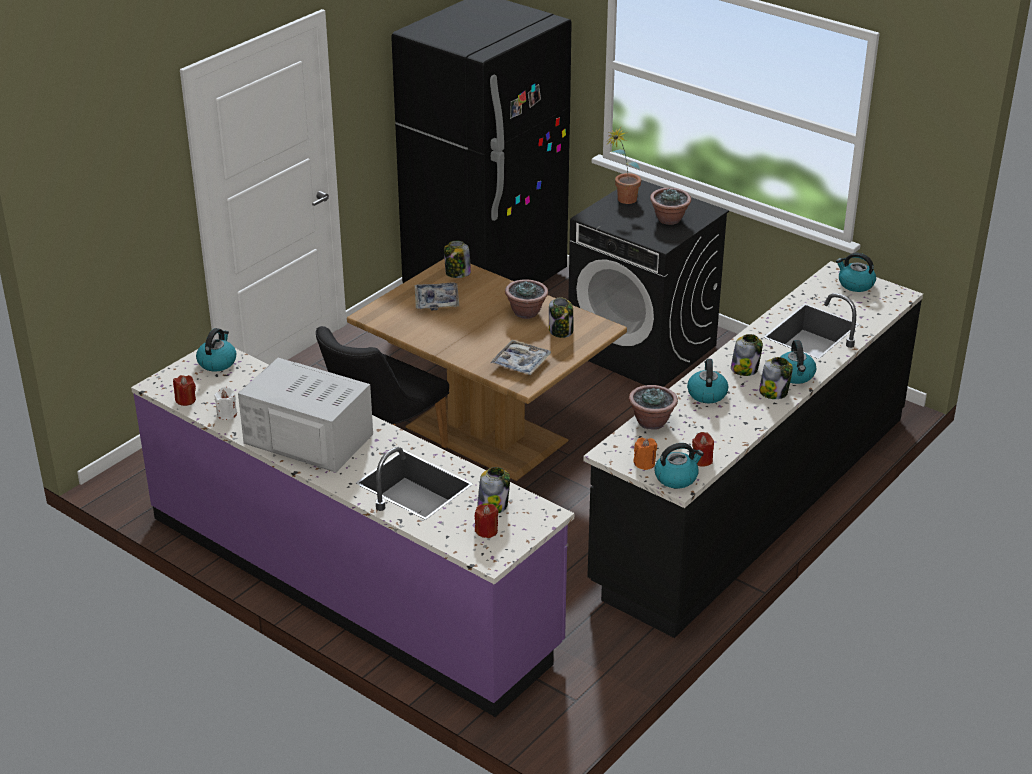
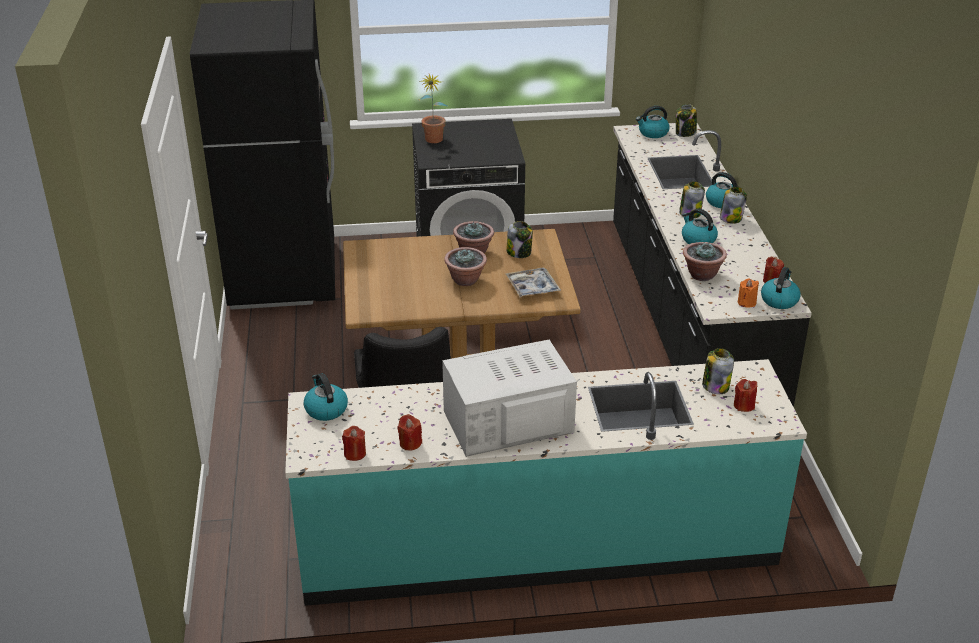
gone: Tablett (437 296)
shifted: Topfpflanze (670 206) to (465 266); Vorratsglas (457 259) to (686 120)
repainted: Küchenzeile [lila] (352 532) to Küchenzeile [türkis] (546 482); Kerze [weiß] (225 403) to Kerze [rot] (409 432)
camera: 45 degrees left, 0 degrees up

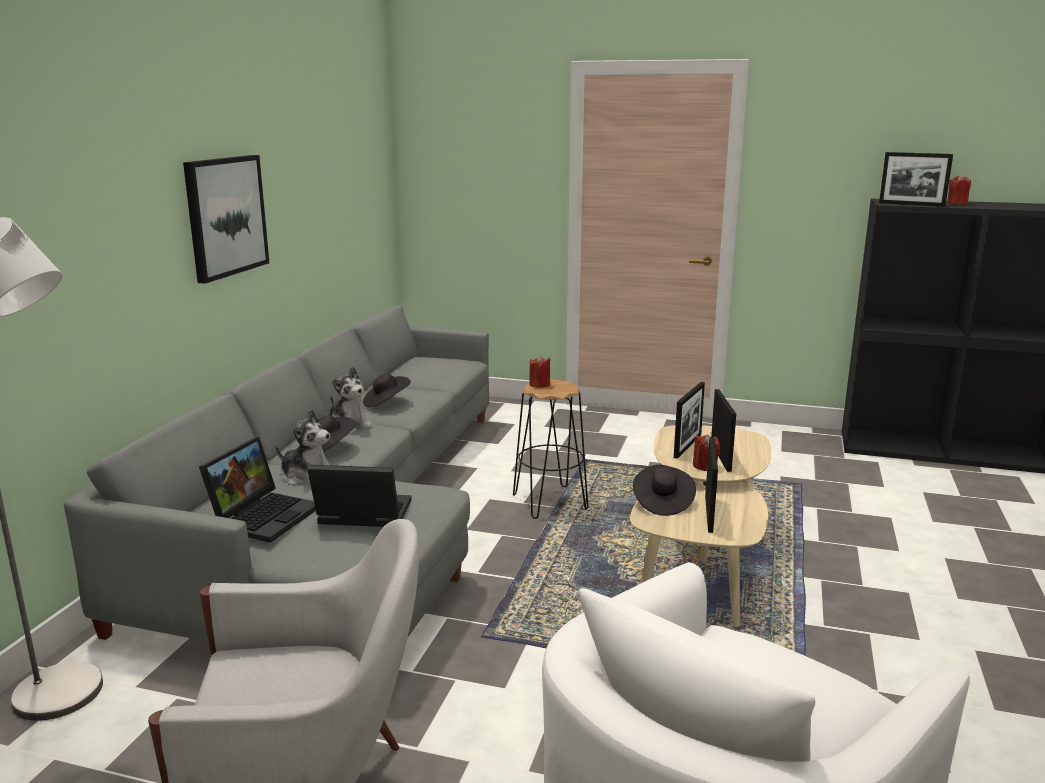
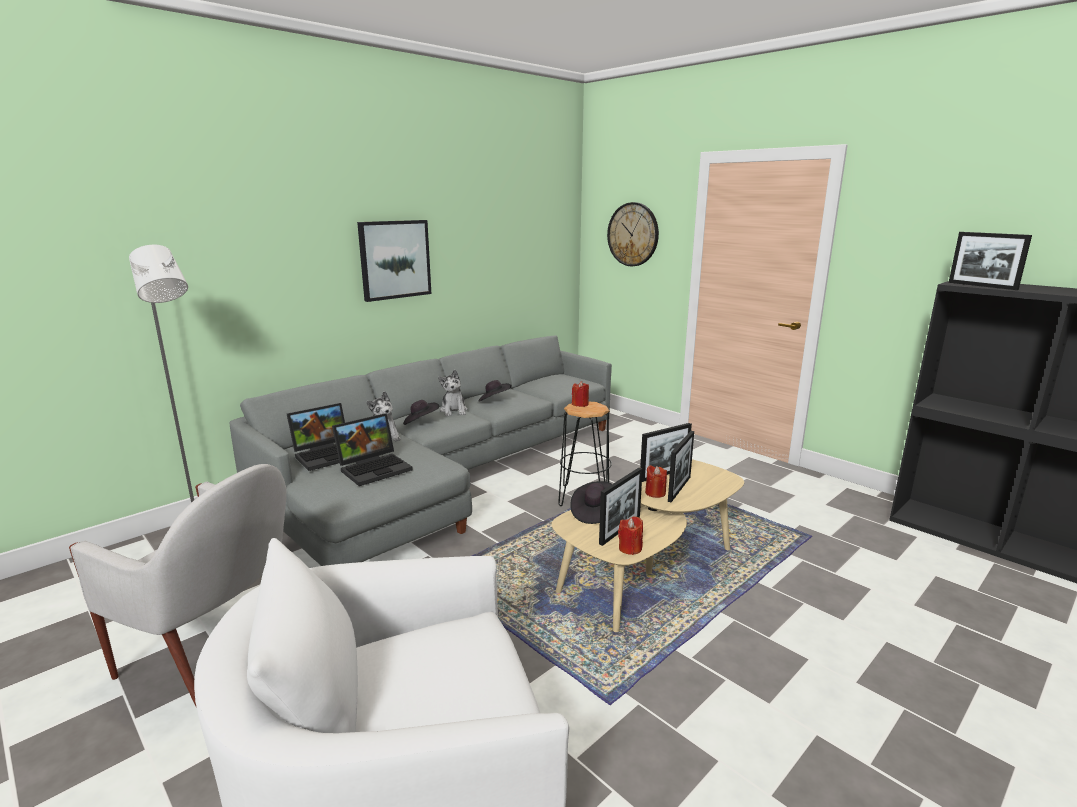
new: Wanduhr (633 234)
shifted: Kerze [rot] (959 189) to (630 535)
rotated: Laptop (359 496) = (372 449) 105 degrees clockwise
camera: 30 degrees right, 0 degrees up

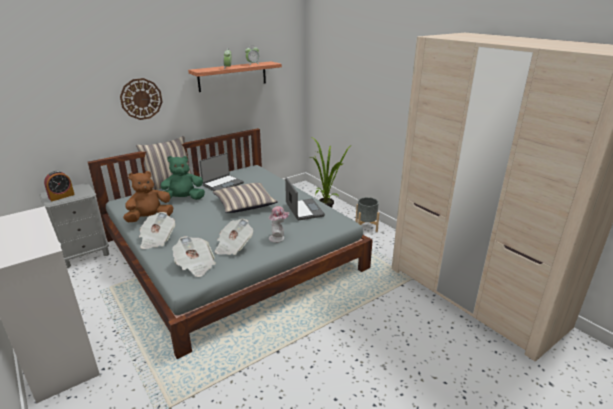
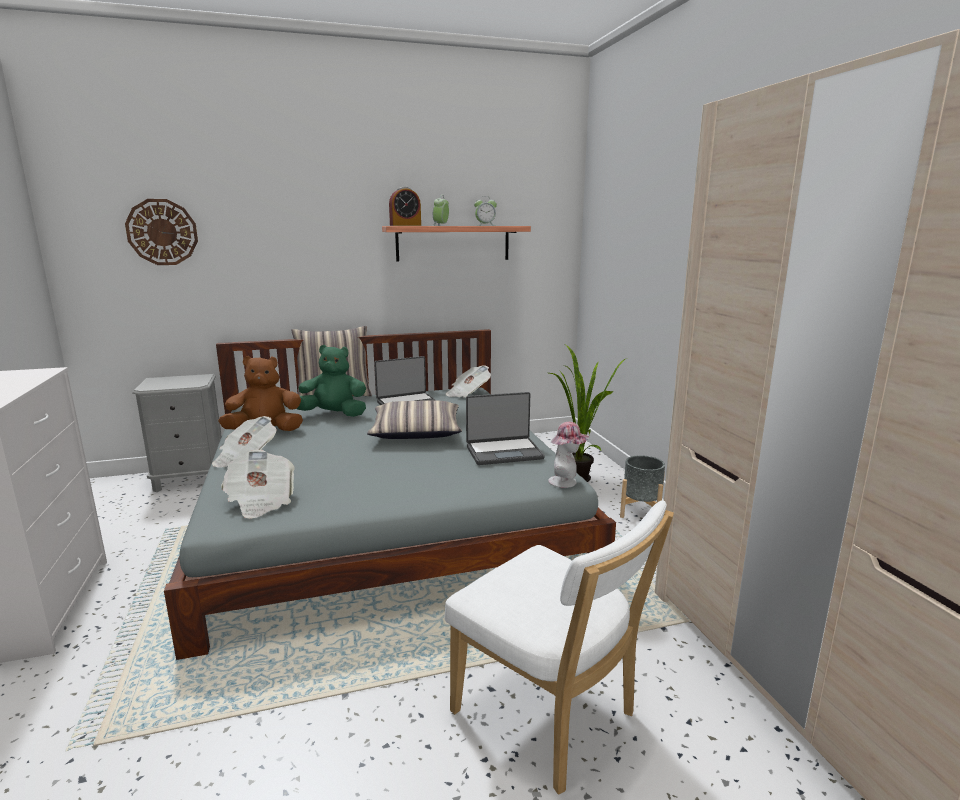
new: Stuhl [weiß] (559 647)
shifted: Wanduhr (141 99) to (161 232); Wecker (59 186) to (405 206); Zeitung (234 237) to (468 381); Hut (279 224) to (568 455)
rotated: Laptop (305 199) = (505 428) 75 degrees clockwise
camera: 20 degrees right, 10 degrees down

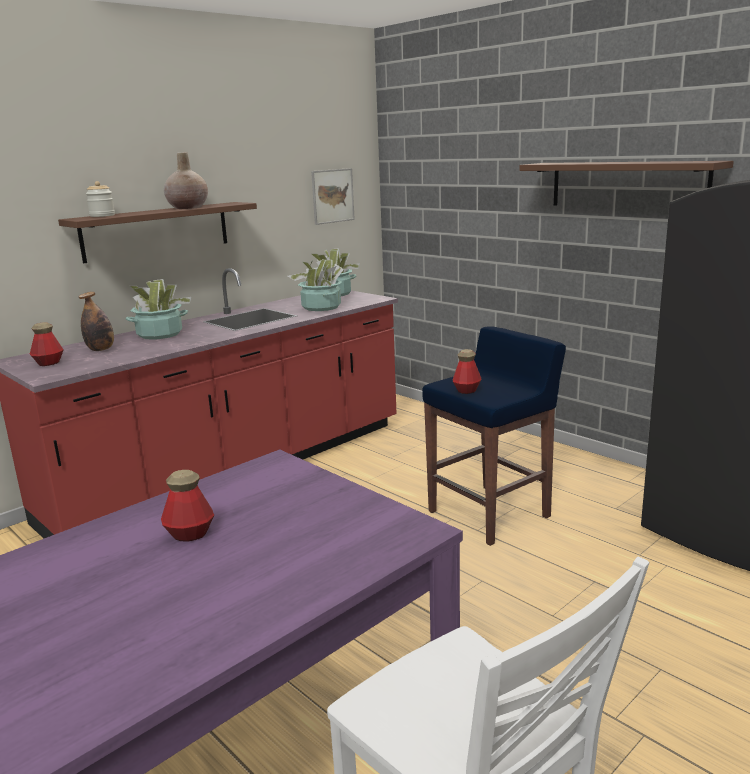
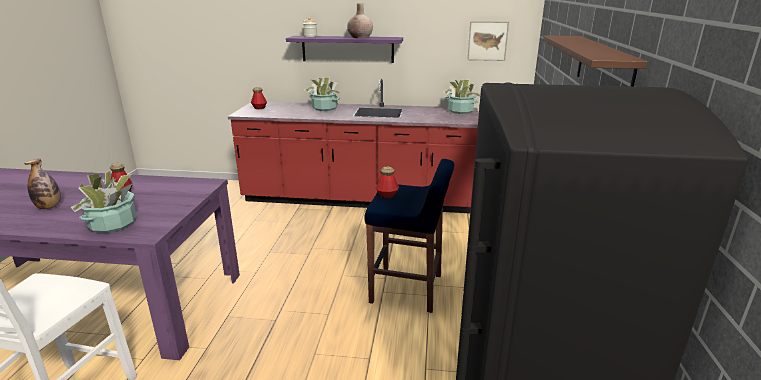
shifted: Flasche (96 321) to (42 184); Topfpflanze (315 285) to (103 201)
repainted: Wandregal [braun] (157 233) to Wandregal [lila] (344 49)
camera: 50 degrees right, 5 degrees up

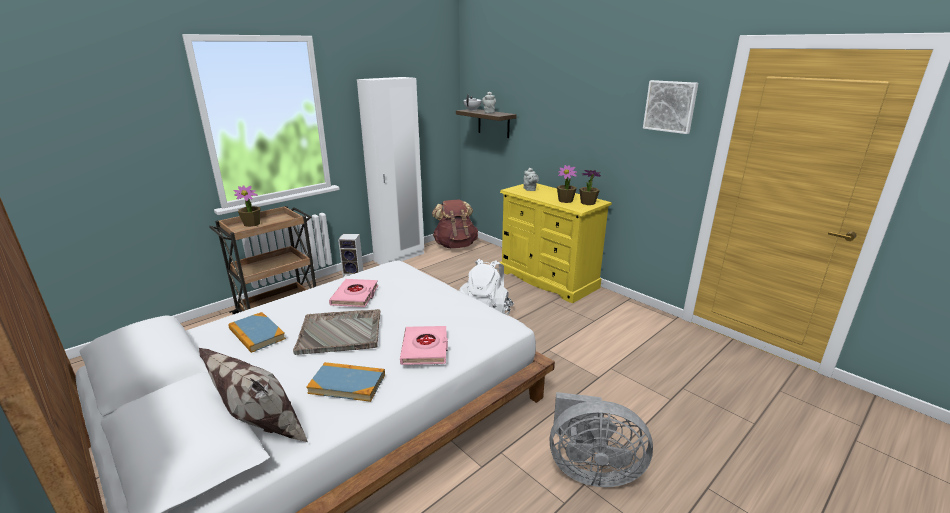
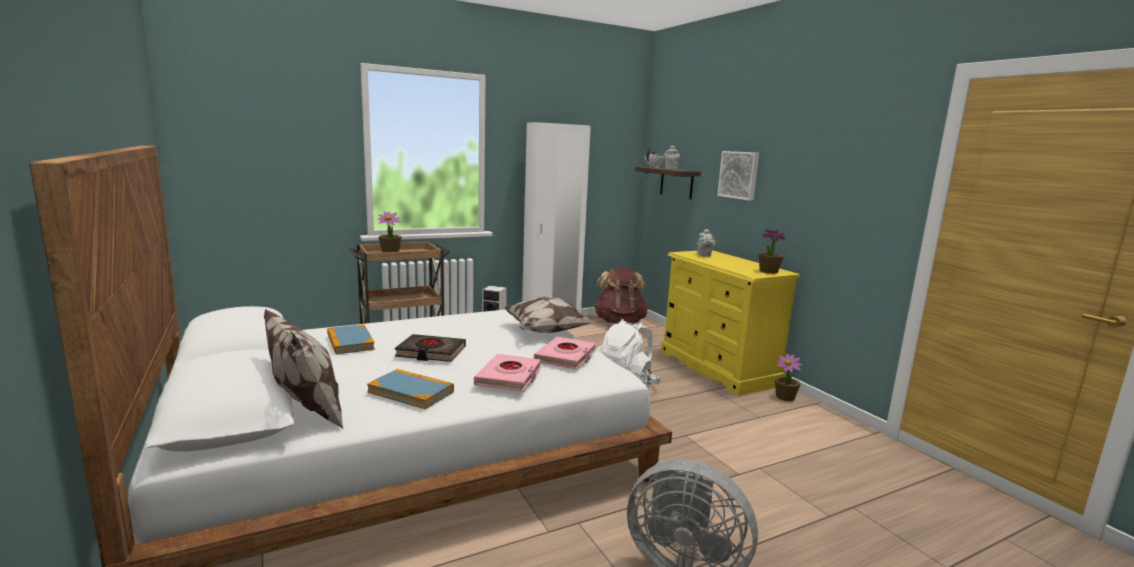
new: Kissen (548 314)
shifted: Buch [rosa] (354 293) to (565 353); Bild (670 107) to (738 176); Topfpflanze (567 184) to (788 377)
swapped: Tablett [grau] (337 332) to Buch [schwarz] (430 348)
camera: 15 degrees right, 10 degrees down

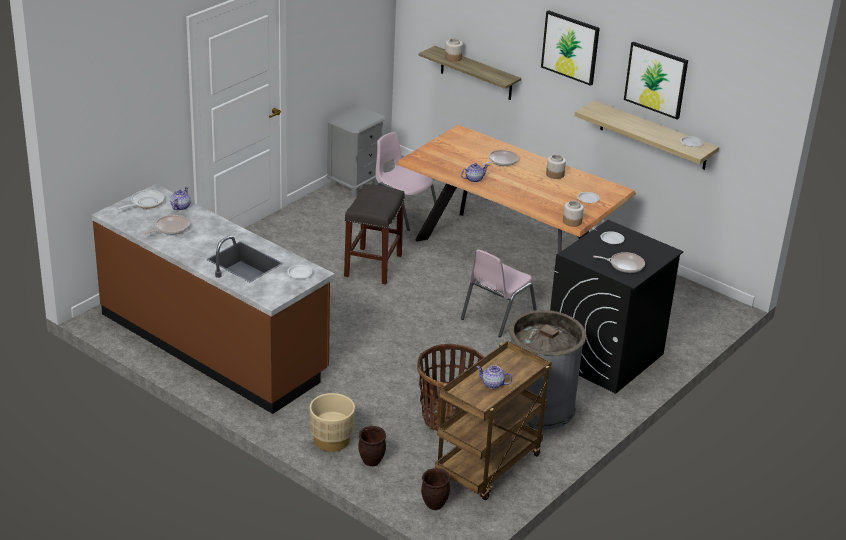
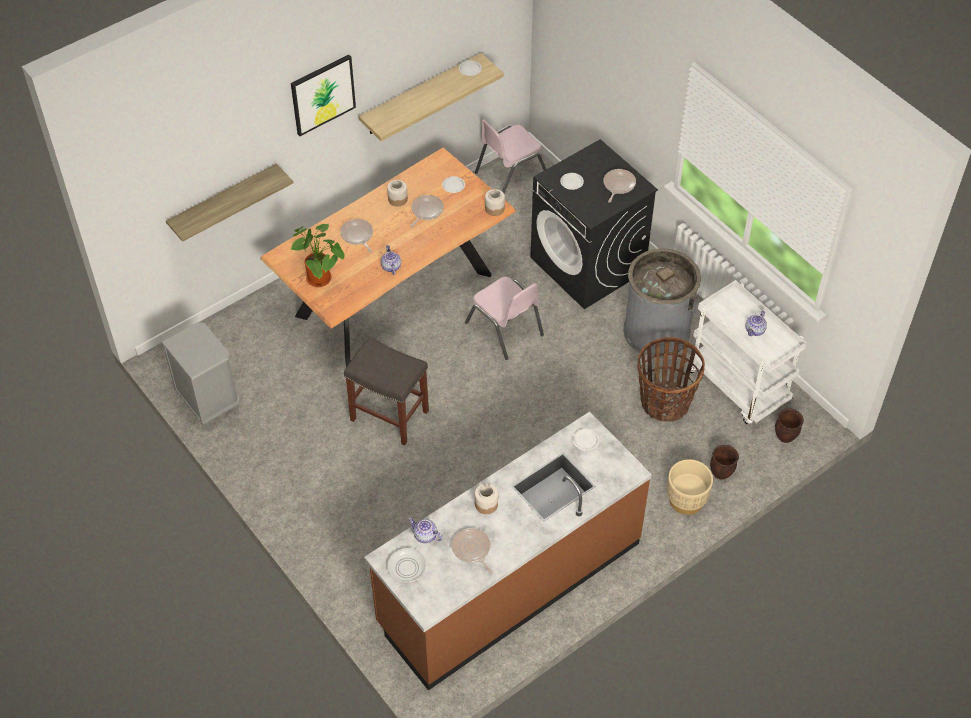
gone: Bild (656 80)
new: Topfpflanze (317 255); Pfanne (427 211)
shifted: Stuhl [rosa] (406 181) to (510 156); Vorratsglas (454 50) to (486 498)
repainted: Rollwagen [braun] (493 420) to Rollwagen [weiß] (748 352)
camera: 75 degrees left, 20 degrees up

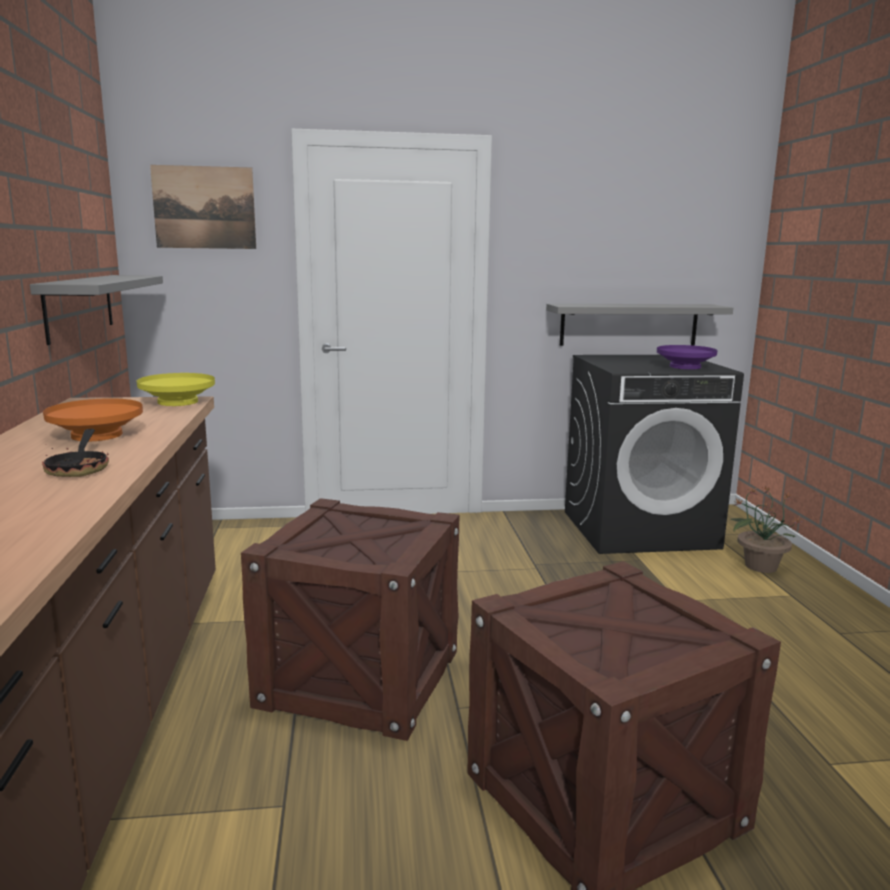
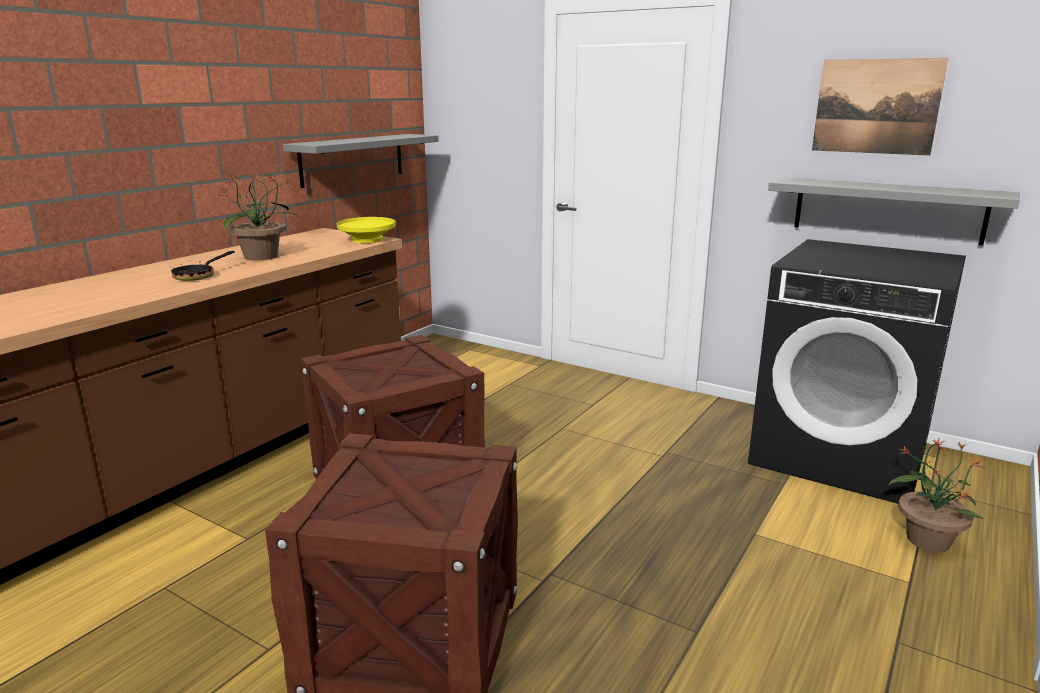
gone: Schüssel [lila] (687 357)
shifted: Bild (203 207) to (880 107)
swapped: Schüssel [orange] (93 420) to Topfpflanze (256 217)
camera: 40 degrees right, 5 degrees up

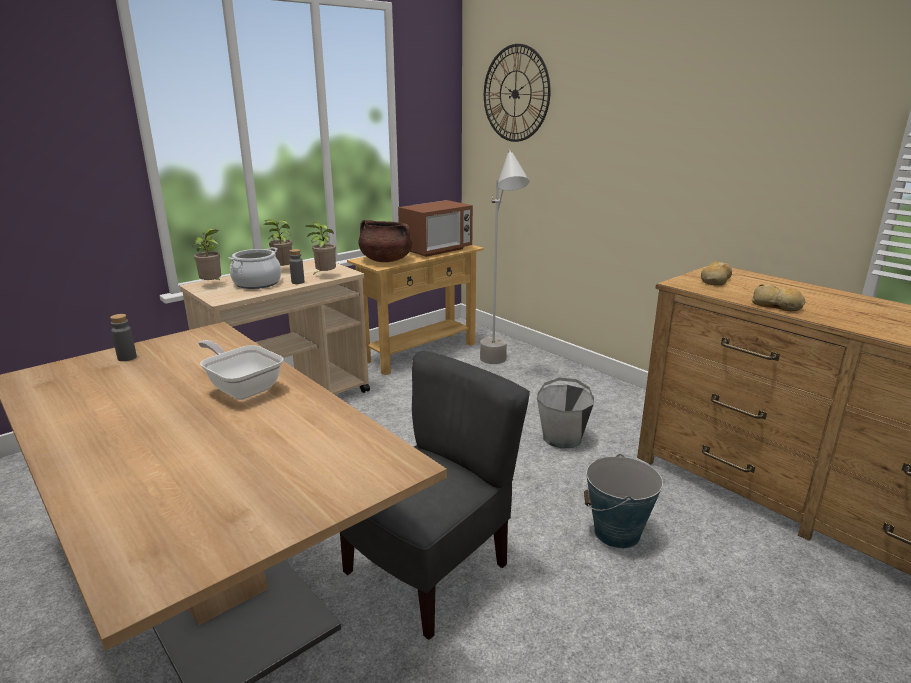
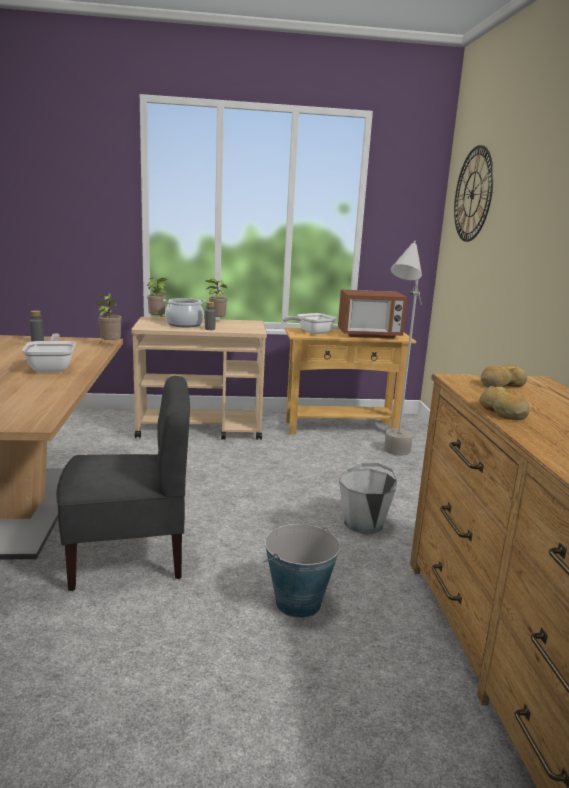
shifted: Topfpflanze (321 249) to (109 318)
swapped: Kochtopf [braun] (385 241) to Pfanne (310 323)
camera: 35 degrees right, 5 degrees down

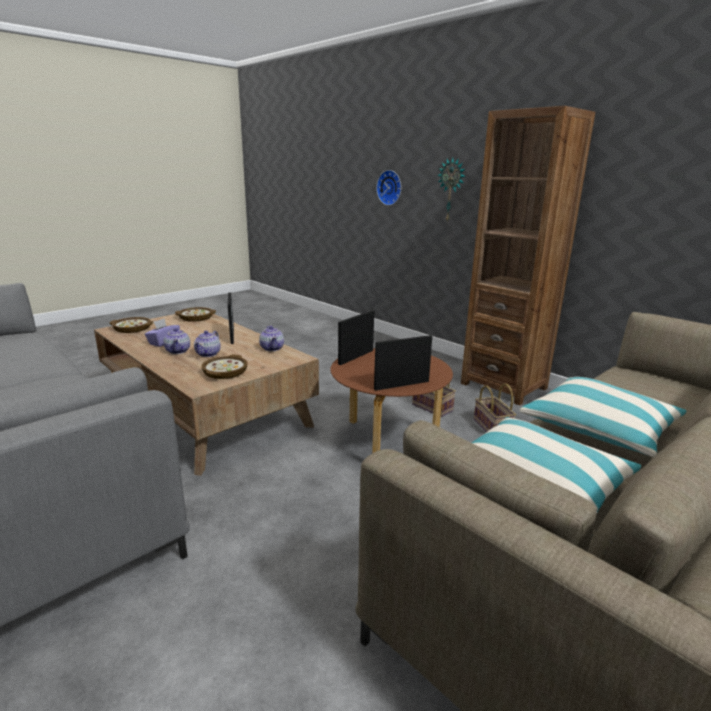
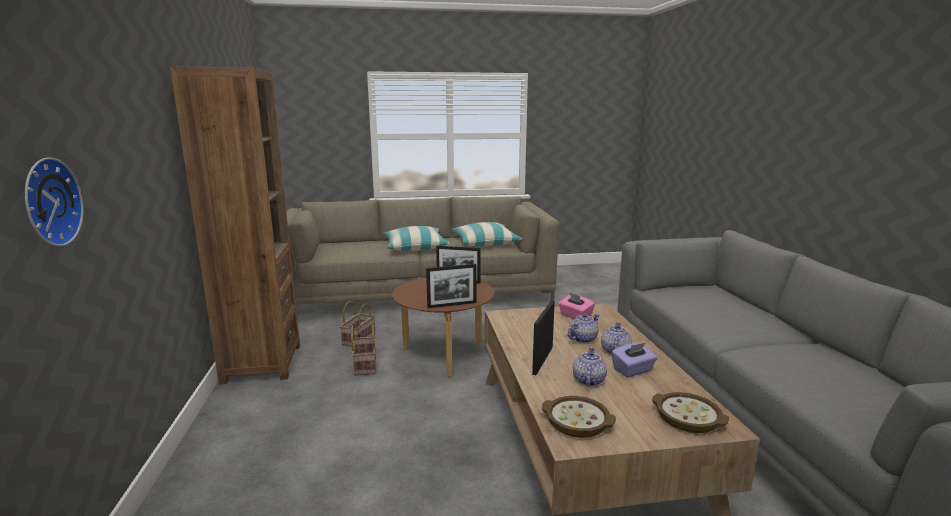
gone: Wanduhr (451 190)
shifted: Teekanne (271 338) to (590 366)
swapped: Schüssel (224 367) to Taschentuchbox [rosa] (576 306)
camera: 145 degrees left, 5 degrees down

